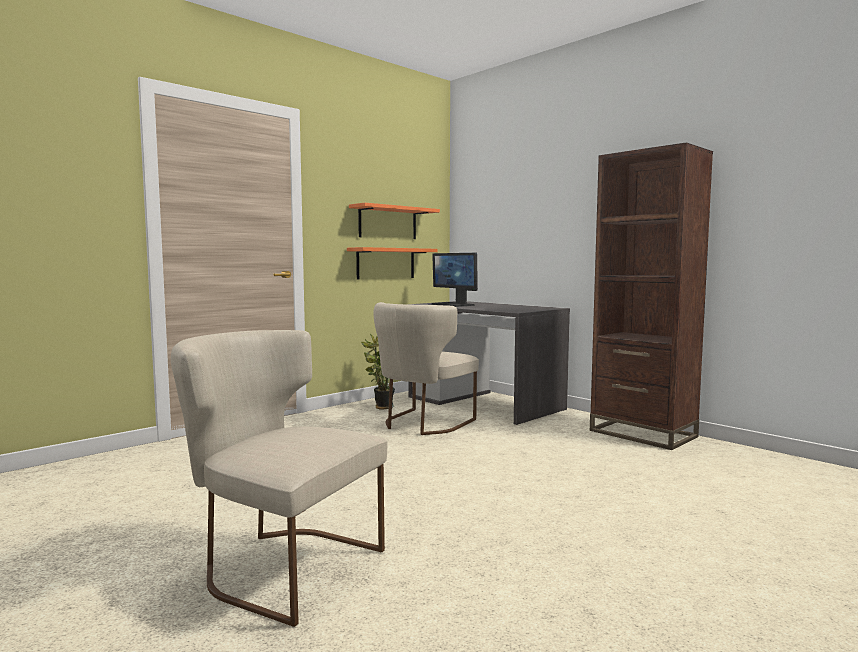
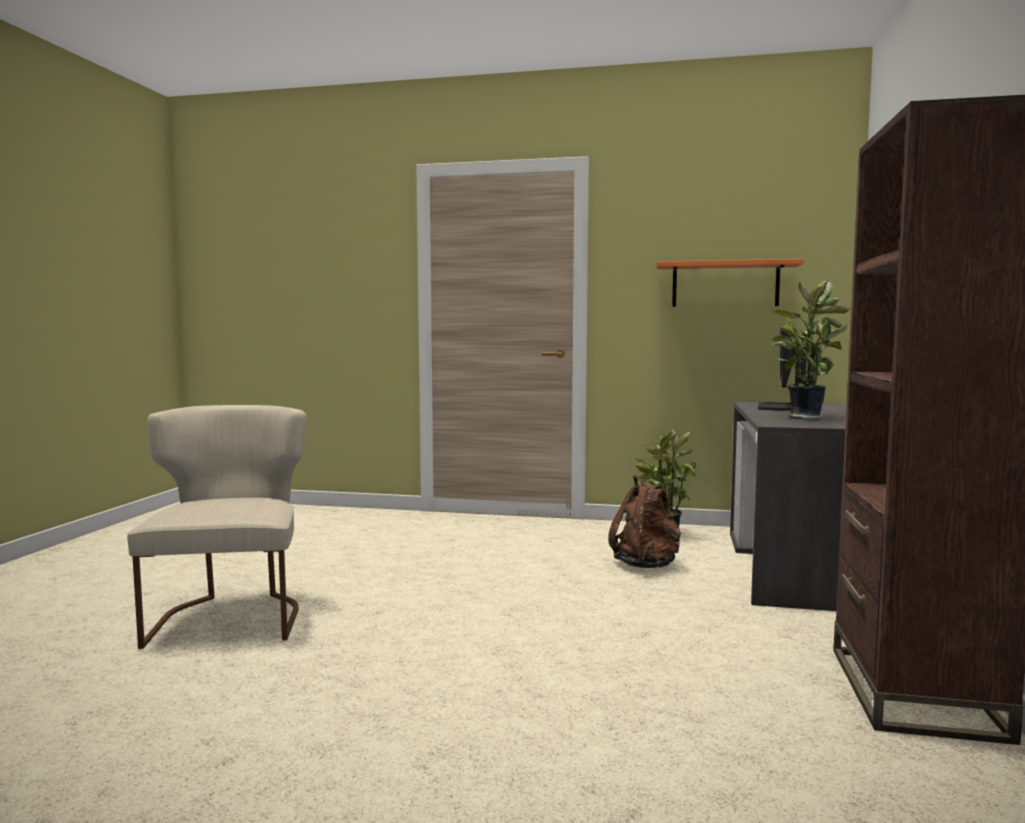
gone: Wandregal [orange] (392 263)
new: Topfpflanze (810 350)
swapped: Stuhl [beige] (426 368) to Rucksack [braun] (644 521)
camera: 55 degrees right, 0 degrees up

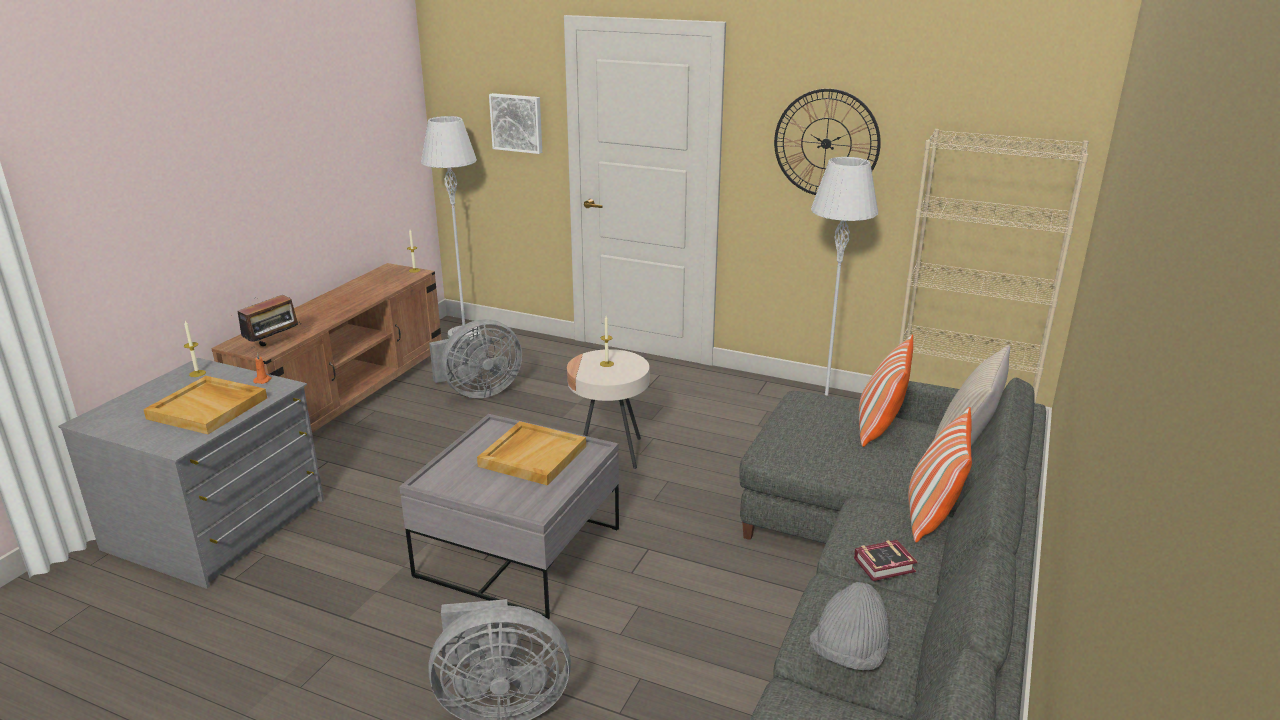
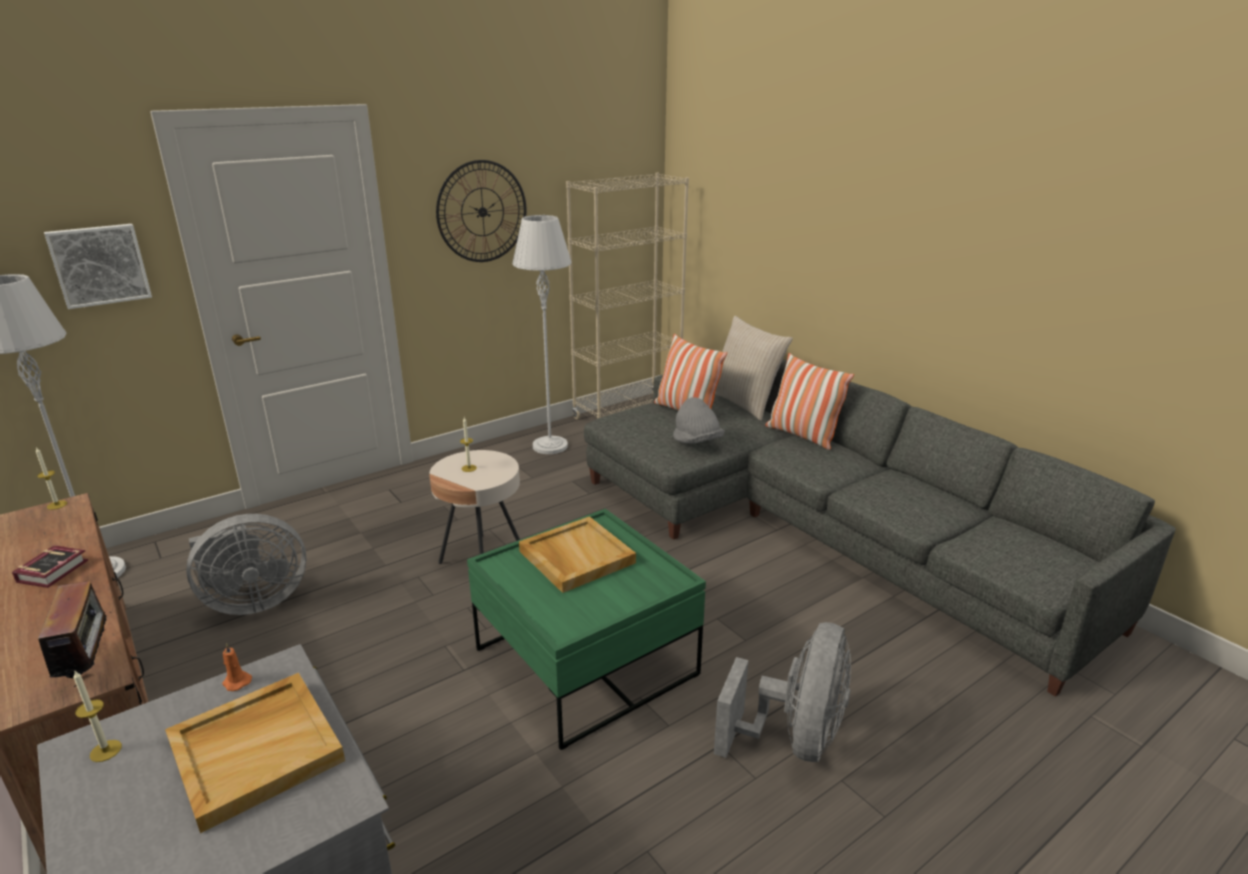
shifted: Buch (885 560) to (50 566); Hut [grau] (849 626) to (699 420)
repainted: Couchtisch [grau] (509 516) to Couchtisch [grün] (586 629)
rotated: Ventilator [grau] (475 358) = (246 564) 60 degrees clockwise
camera: 60 degrees left, 0 degrees up

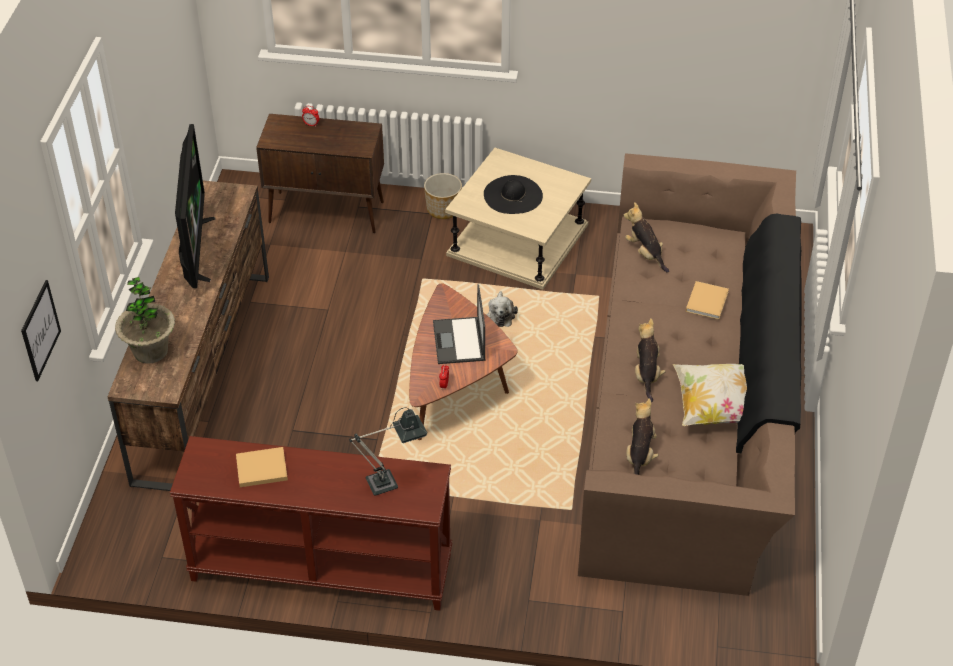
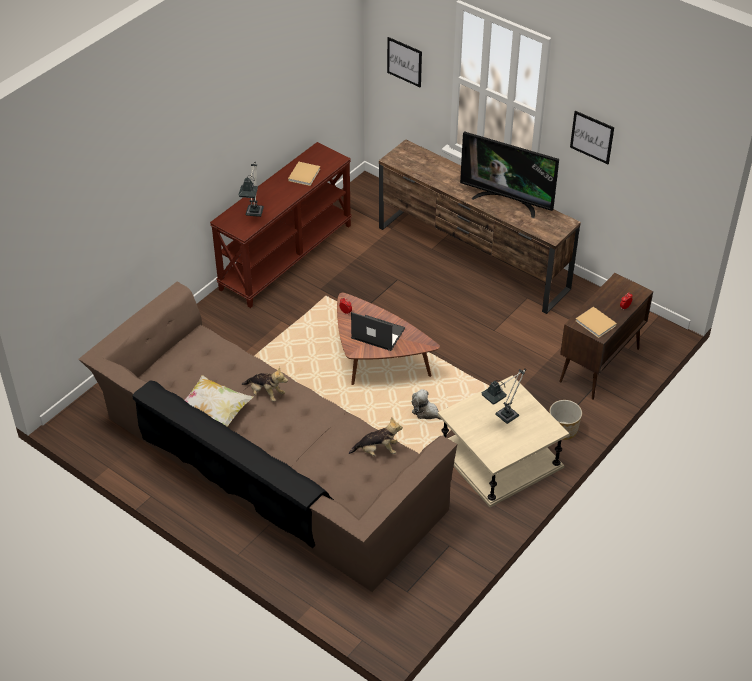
gone: Topfpflanze (145 320); Plüschtier (642 436)
new: Bild (592 137)
shifted: Buch [beige] (707 300) to (596 322)
swapped: Hut [schwarz] (513 194) to Tischlampe (504 396)
camera: 120 degrees right, 0 degrees up

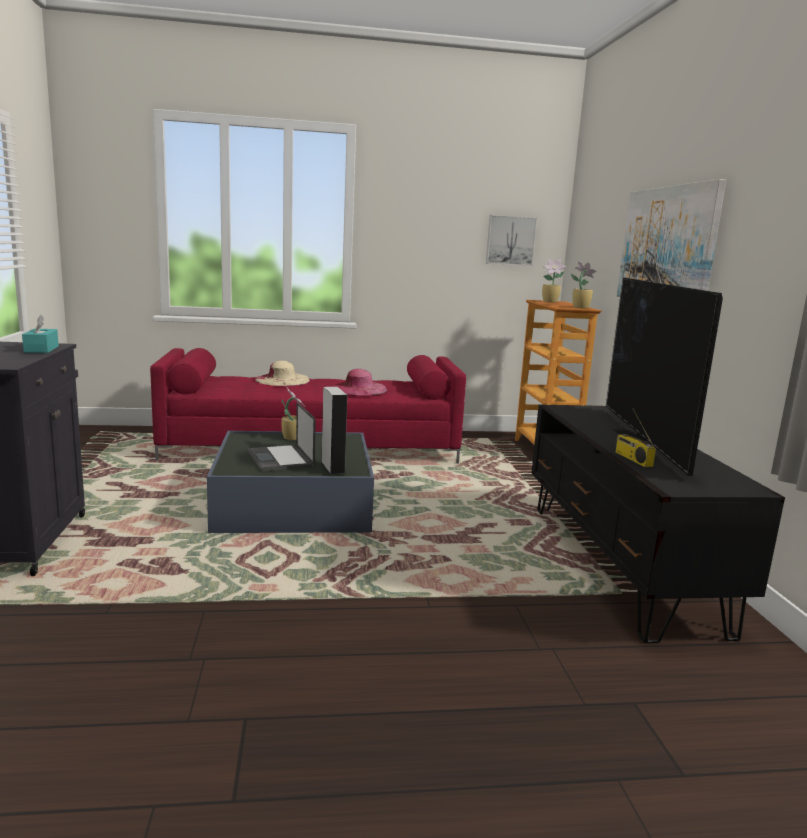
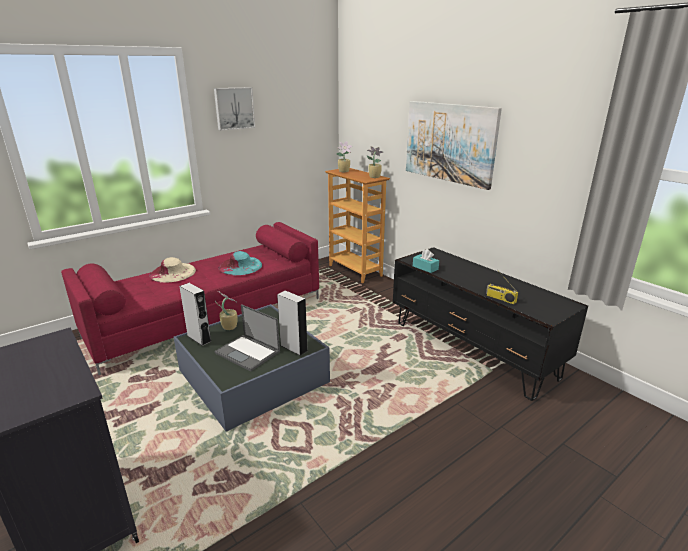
gone: Fernseher (664 376)
new: Lautsprecher [grau] (195 314)
shifted: Bild (511 240) to (234 109); Taschentuchbox [türkis] (40 333) to (426 261)
repainted: Hut [rosa] (359 382) to Hut [türkis] (240 263)
camera: 30 degrees left, 10 degrees up

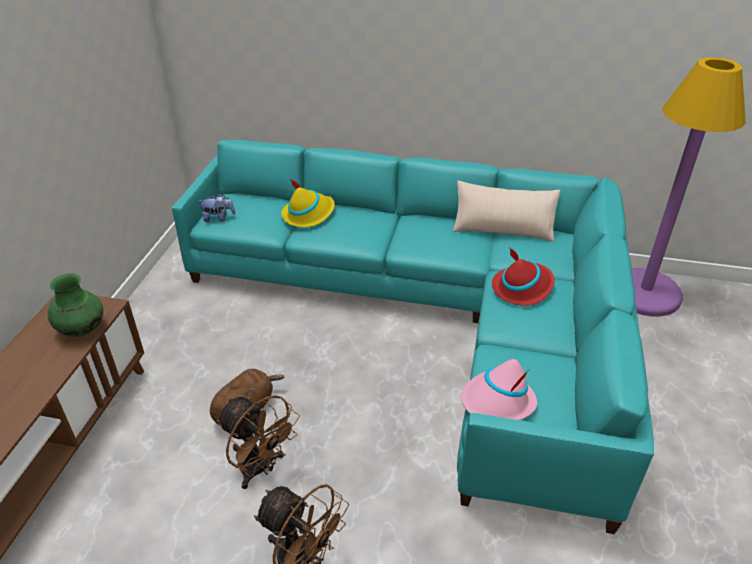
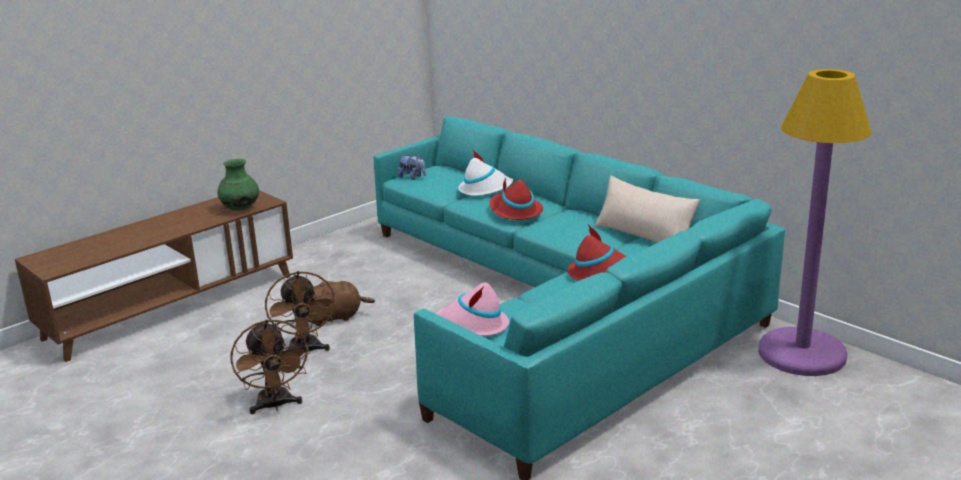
new: Hut [rot] (516 199)
repainted: Hut [gelb] (308 202) to Hut [weiß] (485 172)
camera: 35 degrees right, 15 degrees down

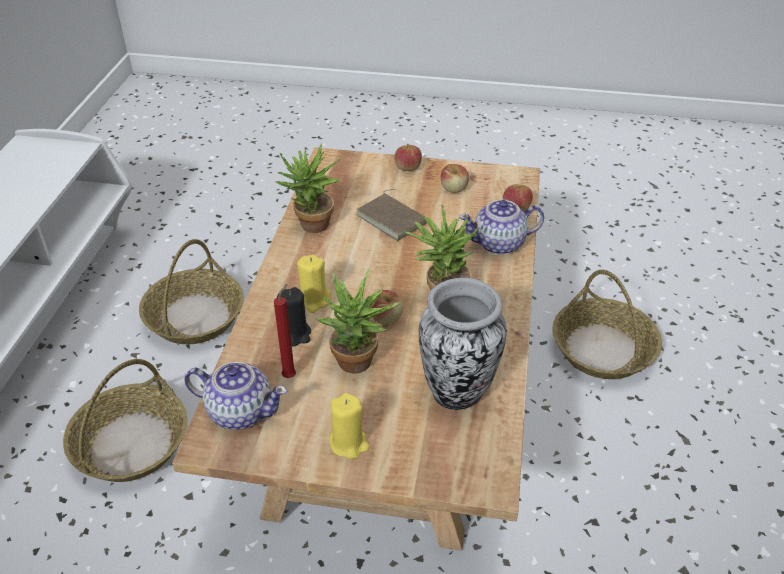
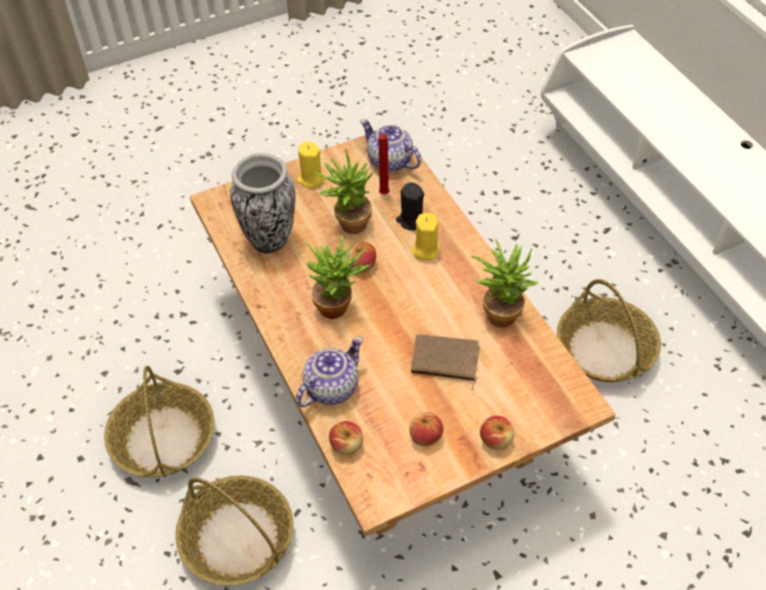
shifted: Korb (125 420) to (159 421)
rotated: Teekanne (235 396) = (390 145) 60 degrees clockwise
camera: 145 degrees right, 10 degrees up

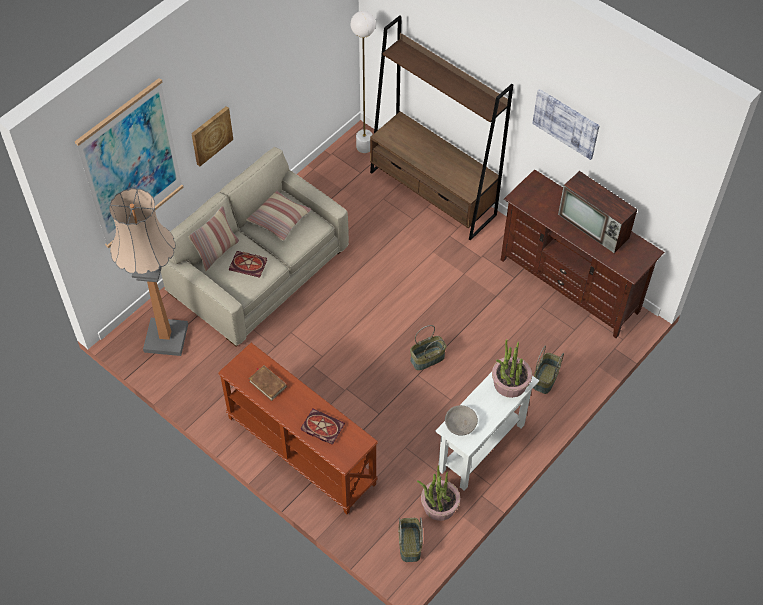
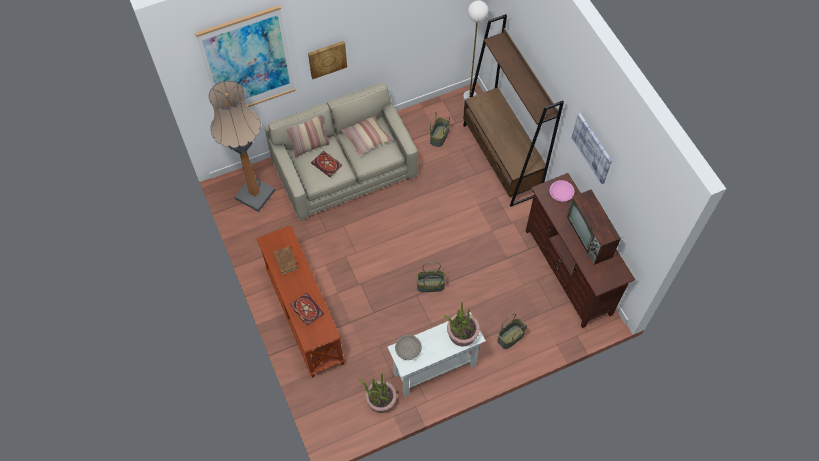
new: Schüssel [rosa] (562 191)
shifted: Korb (410 539) to (440 129)
camera: 25 degrees right, 5 degrees up

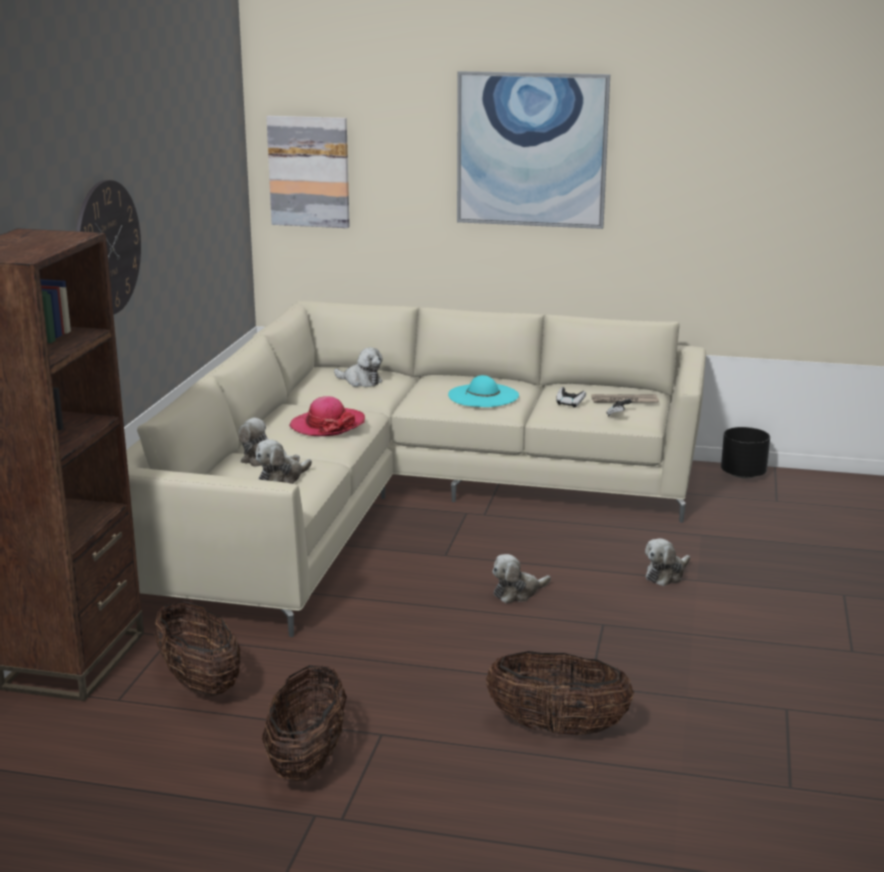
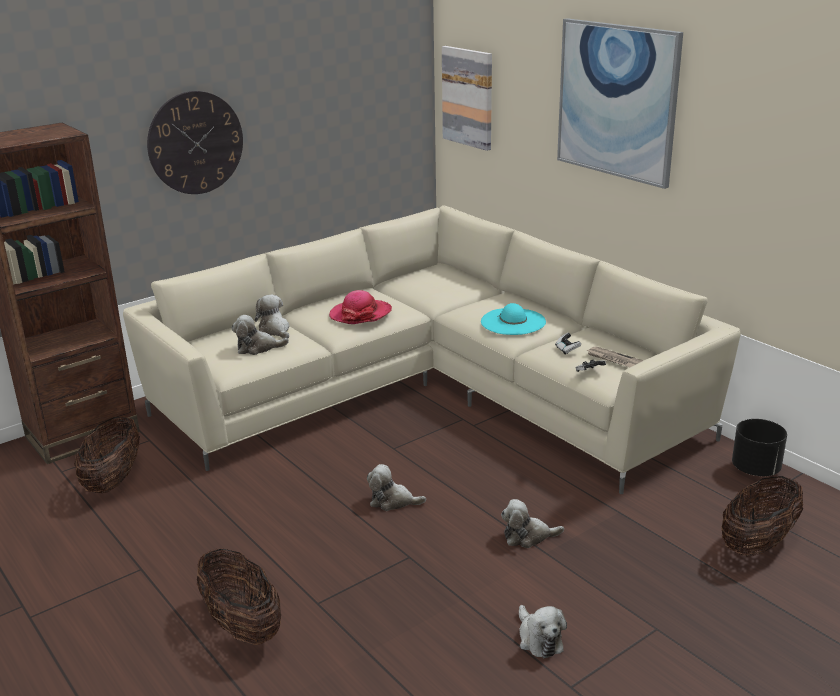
shifted: Plüschtier (358 367) to (543 632); Korb (304 723) to (762 516)
camera: 40 degrees right, 5 degrees up

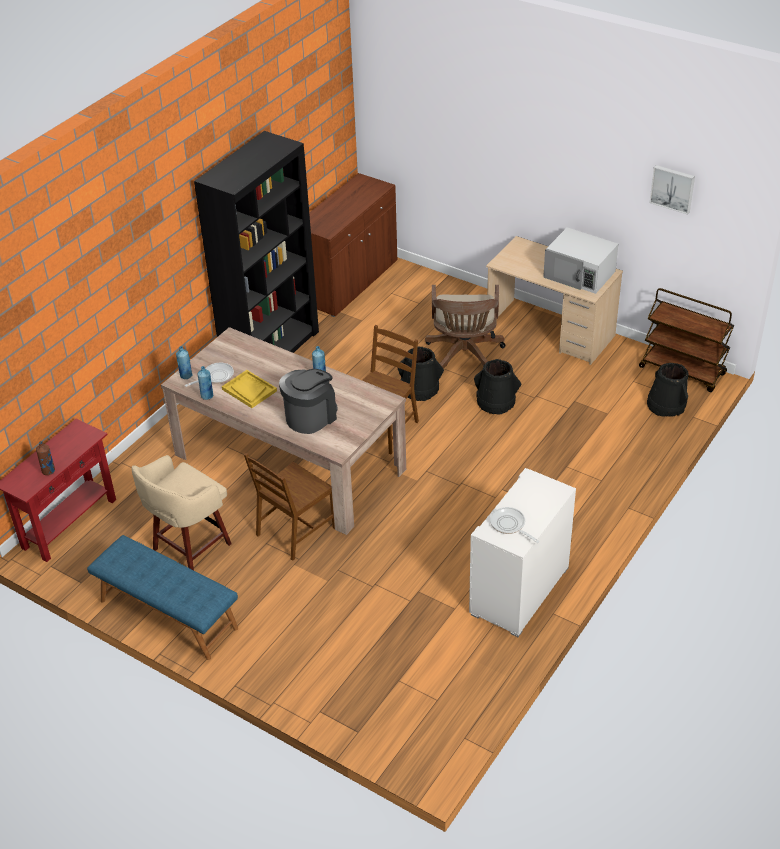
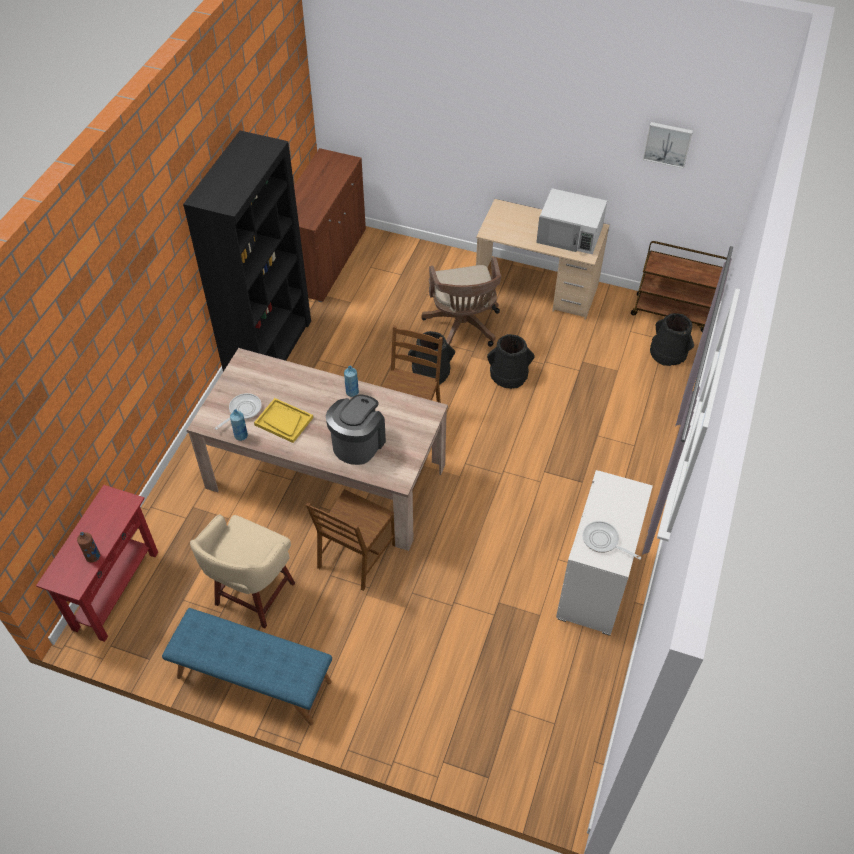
gone: Flasche [blau] (184 362)
camera: 15 degrees left, 10 degrees up

